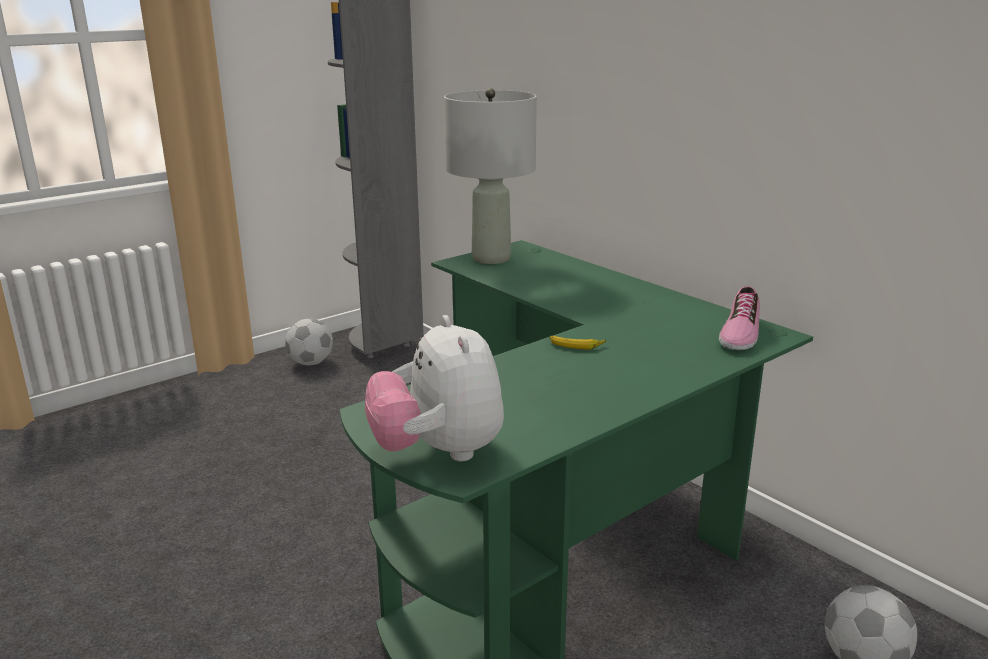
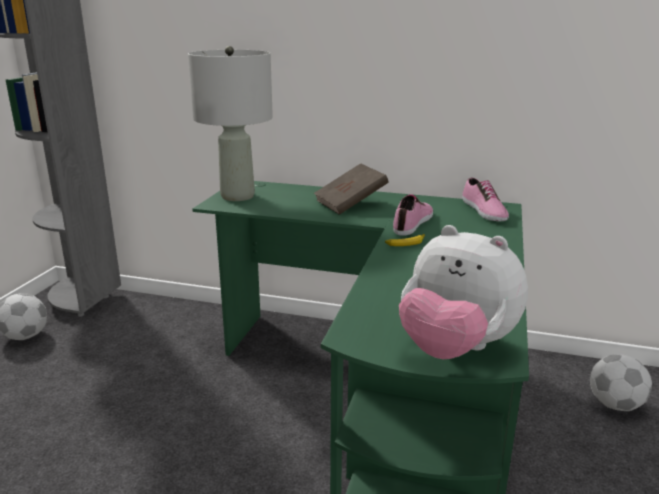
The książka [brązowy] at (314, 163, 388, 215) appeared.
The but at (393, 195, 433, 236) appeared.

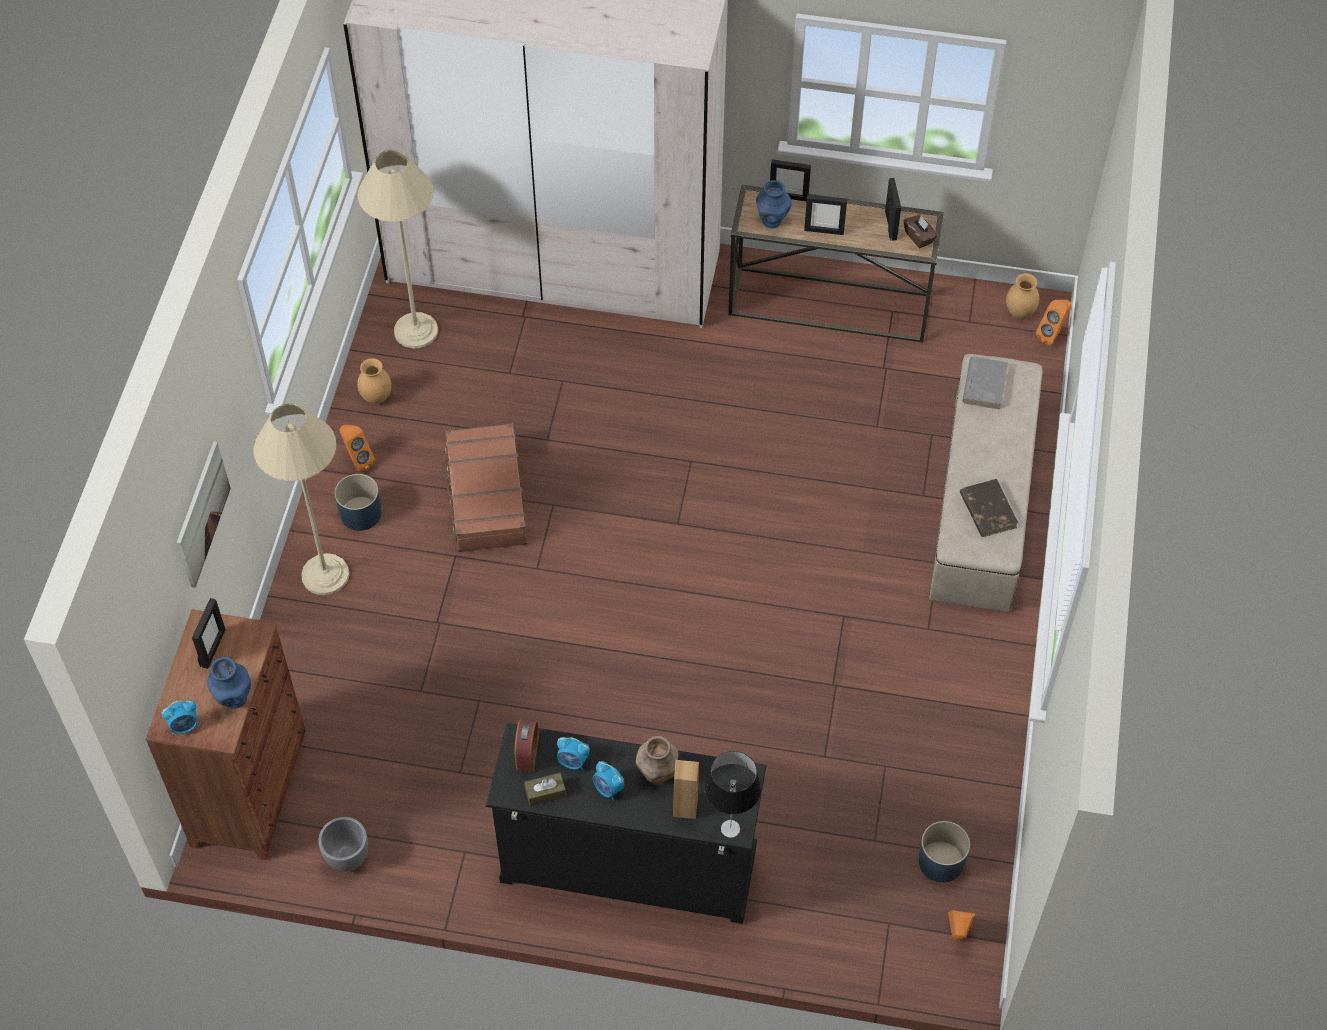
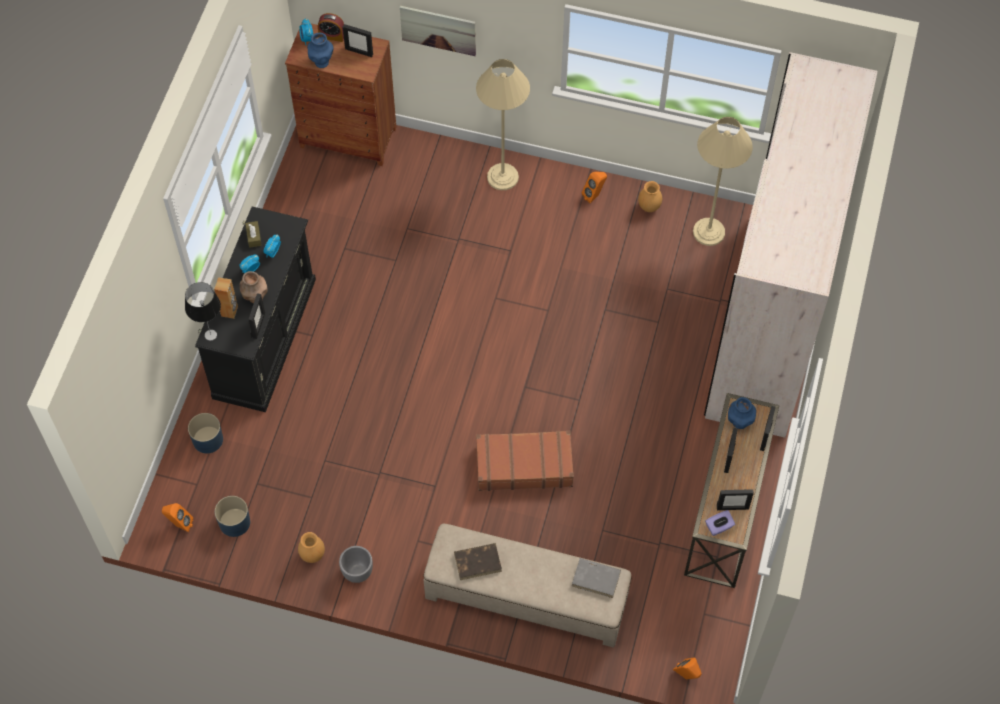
The donica [niebieski] moved from (334, 474, 382, 531) to (188, 413, 223, 454).
The ramka na zdjęcie at (248, 293, 265, 339) appeared.
The wazon [brązowy] moved from (1006, 273, 1039, 319) to (298, 532, 325, 563).
The budzik moved from (514, 719, 539, 772) to (318, 13, 344, 42).
The donica [szary] moved from (318, 817, 368, 871) to (339, 546, 373, 583).
The walizka [brązowy] moved from (443, 423, 527, 552) to (476, 431, 574, 491).
The pudełko chusteczek [brązowy] at (904, 215, 937, 248) became the pudełko chusteczek [fioletowy] at (705, 510, 735, 536).

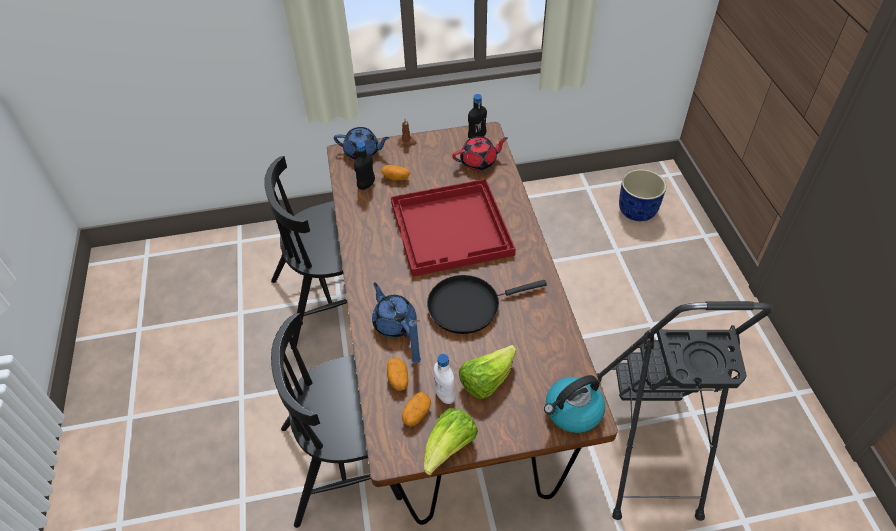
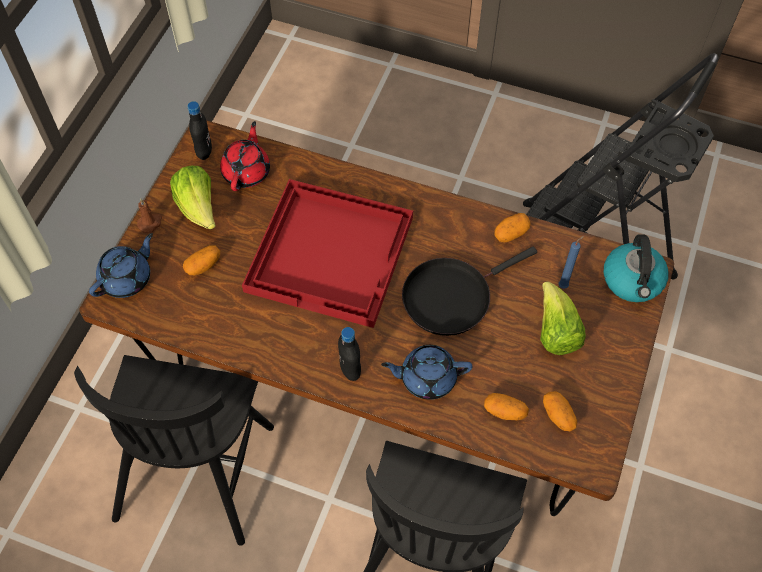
The sałata moved from (424, 408, 478, 475) to (170, 166, 216, 229).
The butelka [czarny] moved from (354, 142, 375, 190) to (338, 327, 361, 381).
The patelnia [czarny] at (427, 275, 547, 334) turned 45 degrees clockwise.
The ziemniak at (494, 213, 531, 242) appeared.
The świeca [niebieski] moved from (409, 320, 421, 364) to (559, 235, 585, 289).
The butelka [biały] at (434, 354, 455, 404) disappeared.
The donica [niebieski] at (619, 169, 666, 221) disappeared.

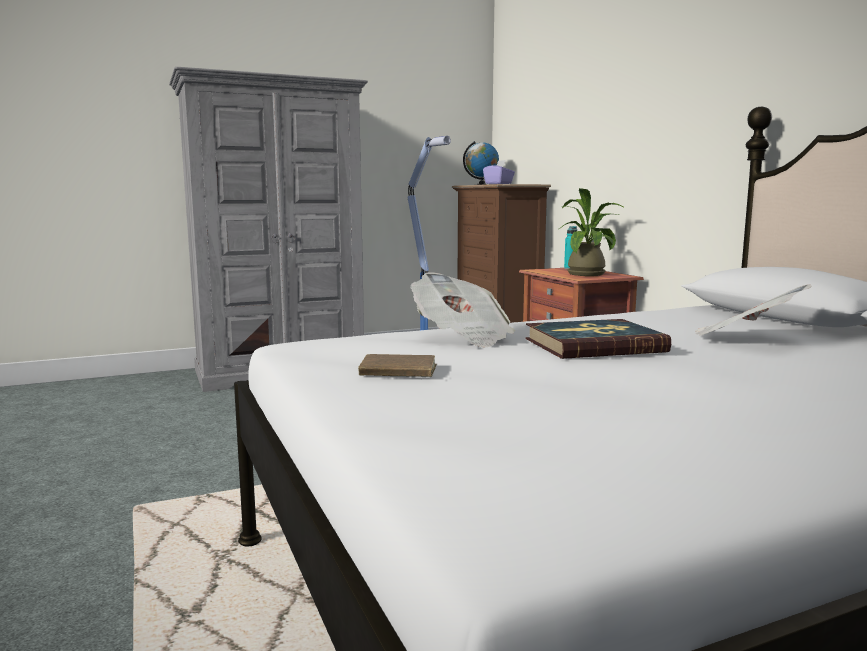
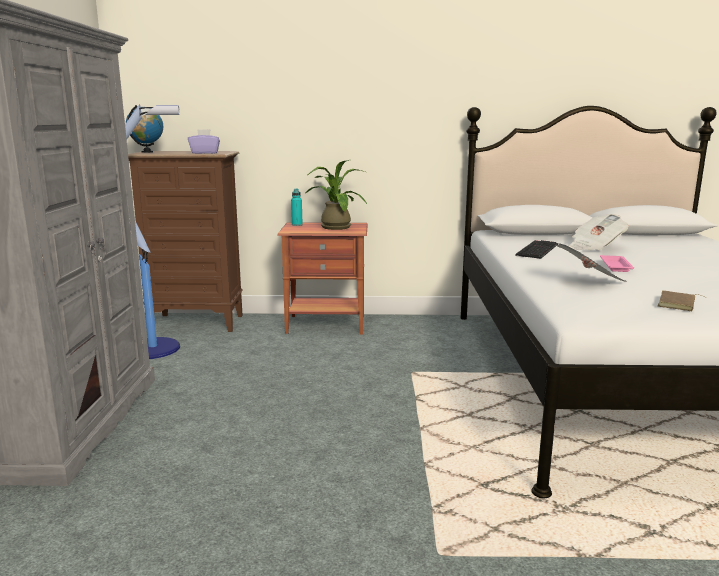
The klawiatura at (516, 240, 558, 259) appeared.
The książka at (526, 319, 671, 359) was replaced by the taca [różowy] at (600, 255, 634, 272).

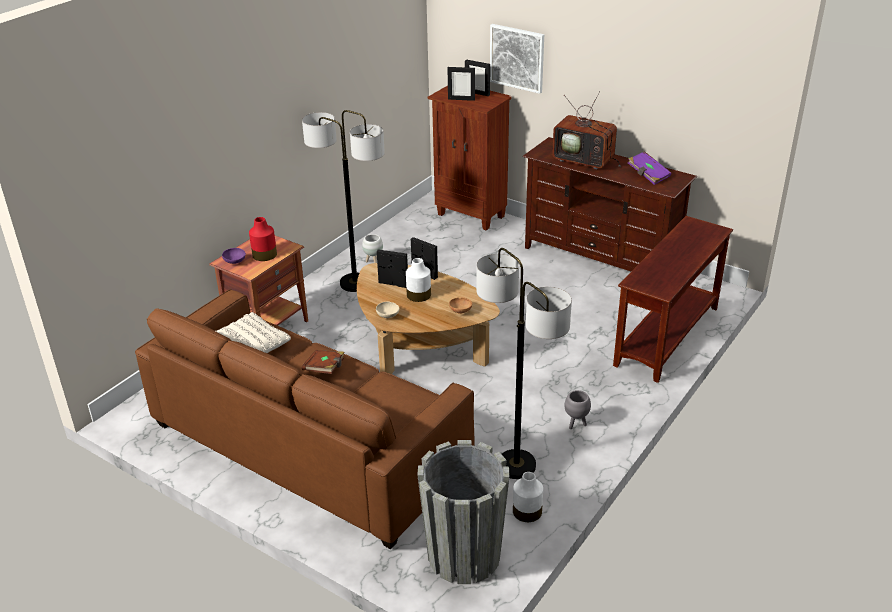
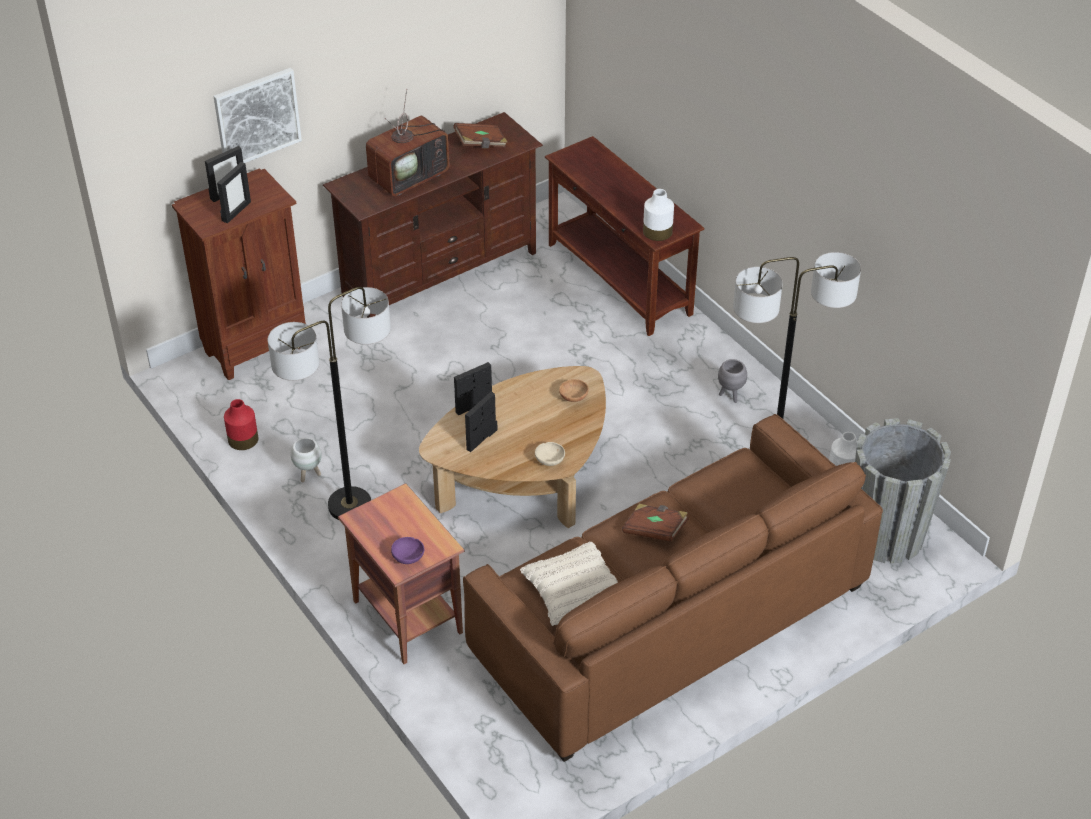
The wazon [czerwony] moved from (249, 217, 277, 261) to (224, 399, 259, 450).
The książka [fioletowy] at (627, 151, 672, 185) became the książka [brązowy] at (453, 123, 507, 148).
The wazon [biały] moved from (406, 258, 431, 302) to (643, 189, 674, 241).

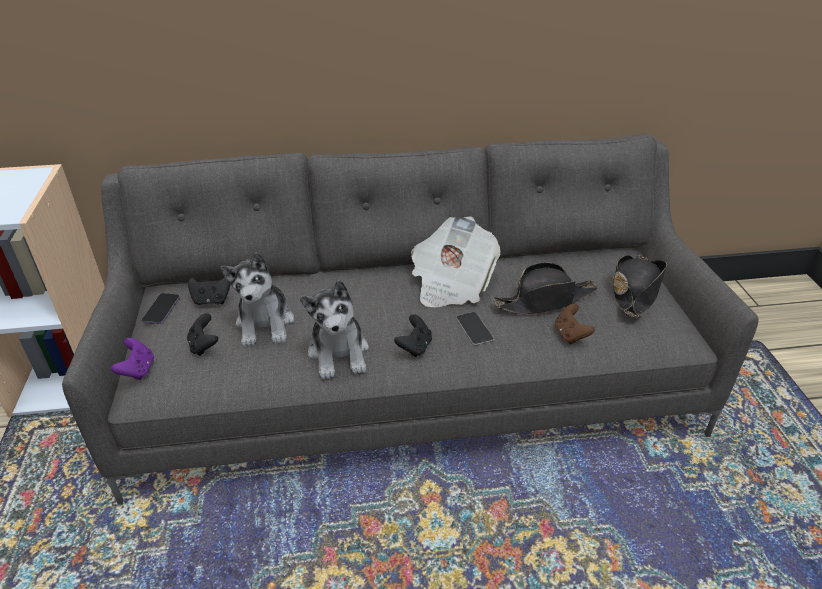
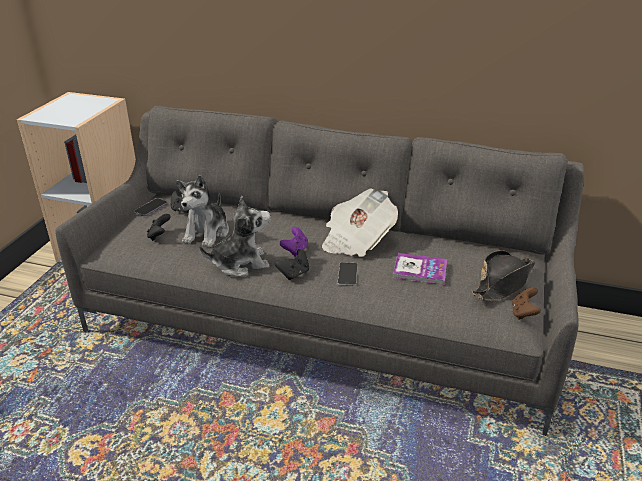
The pluszak at (300, 280, 369, 379) turned 120 degrees counterclockwise.
The pad do gier [fioletowy] moved from (111, 338, 154, 380) to (279, 227, 308, 257).
The kapelusz [czarny] at (493, 262, 597, 315) was replaced by the książka at (393, 253, 447, 285).
The pad do gier [brązowy] moved from (555, 304, 595, 345) to (512, 287, 541, 320).

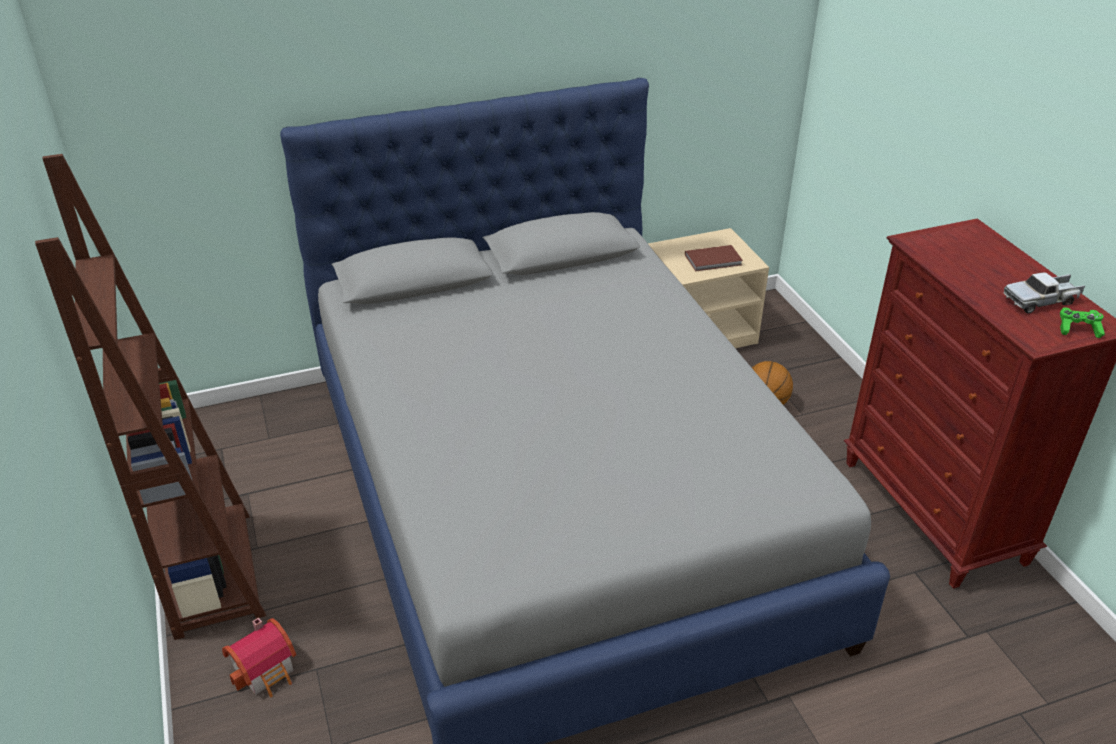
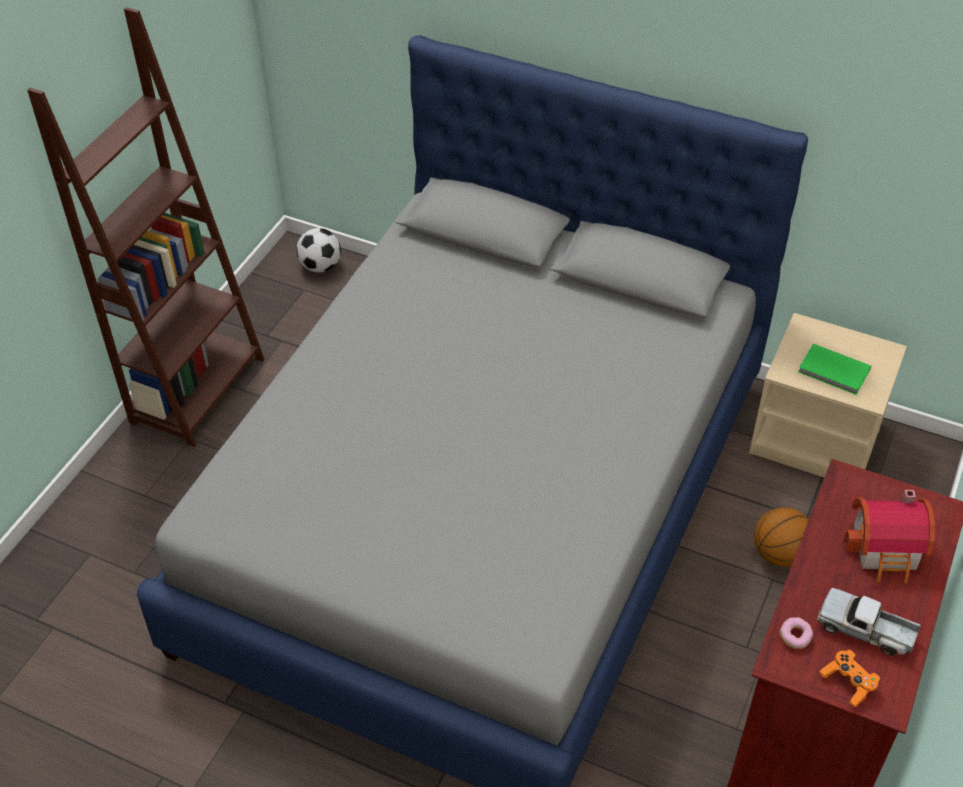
The piłka futbolowa at (296, 228, 341, 273) appeared.
The donut at (780, 617, 813, 649) appeared.
The książka [brązowy] at (685, 245, 743, 272) became the książka [zielony] at (798, 344, 871, 395).
The pad do gier [zielony] at (1060, 307, 1105, 338) became the pad do gier [pomarańczowy] at (819, 650, 881, 707).
The domek moved from (222, 617, 296, 697) to (843, 490, 935, 583).

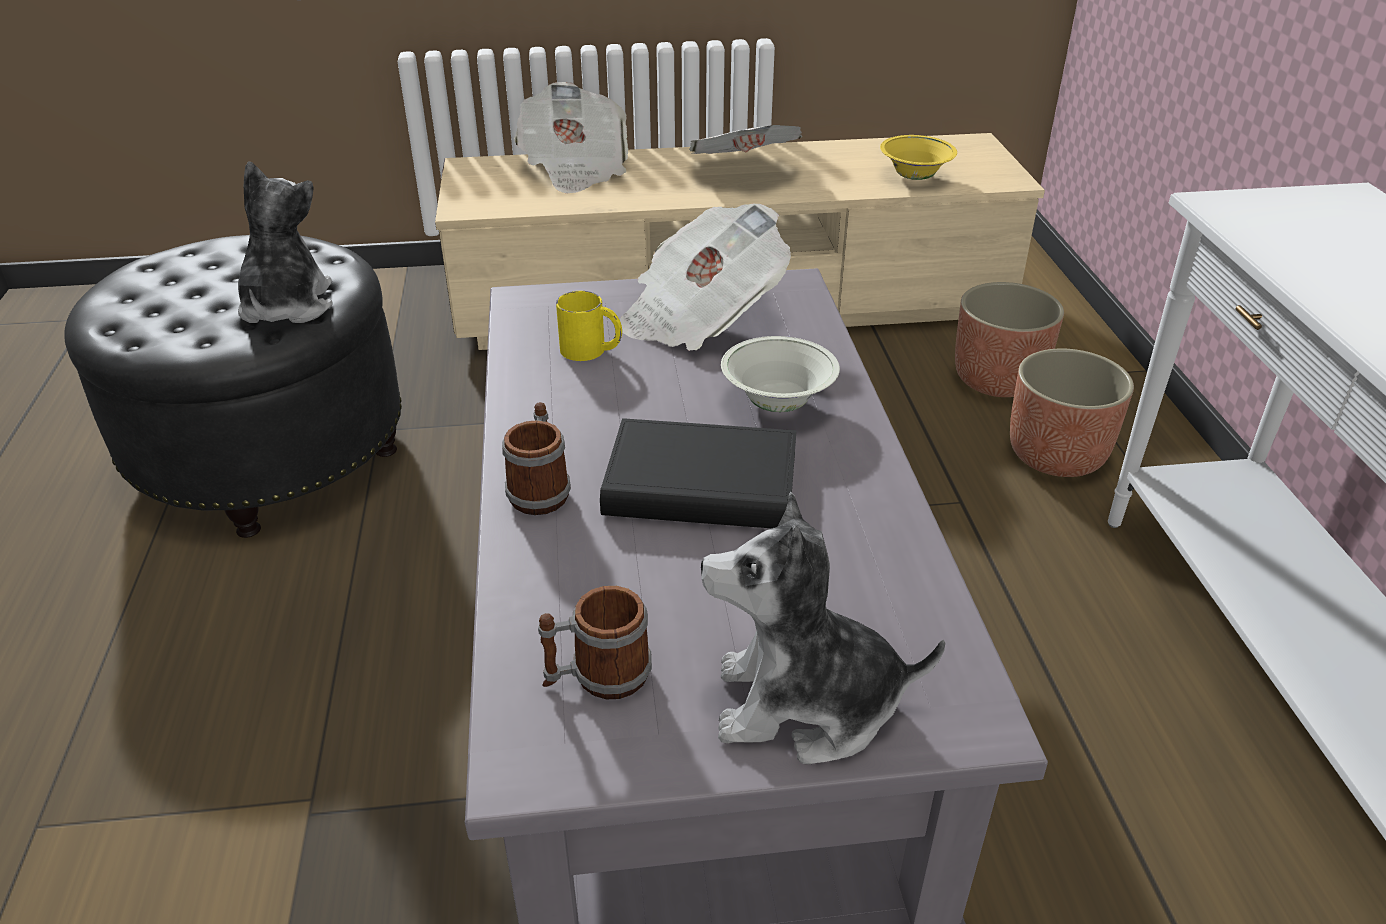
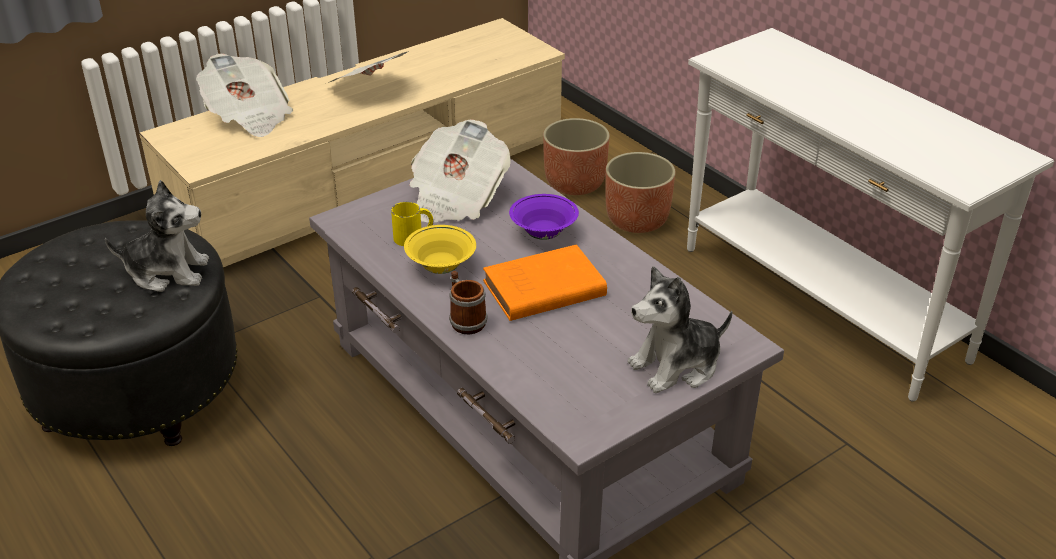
The pluszak at (238, 161, 333, 323) turned 120 degrees clockwise.
The miska [żółty] moved from (880, 135, 957, 180) to (404, 225, 476, 274).
The książka [czarny] at (600, 418, 796, 528) became the książka [pomarańczowy] at (483, 245, 607, 321).
The miska [biały] at (721, 336, 840, 412) became the miska [fioletowy] at (509, 194, 579, 240).
The kubek at (538, 586, 652, 699) disappeared.

